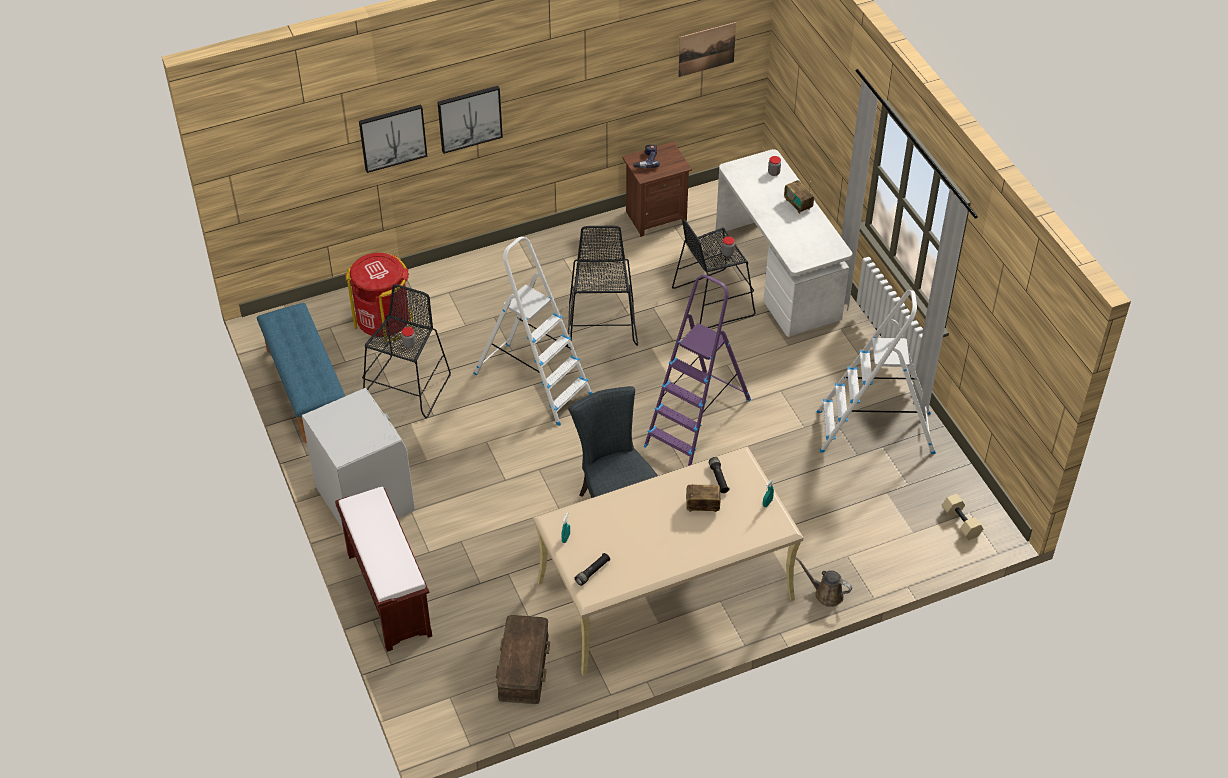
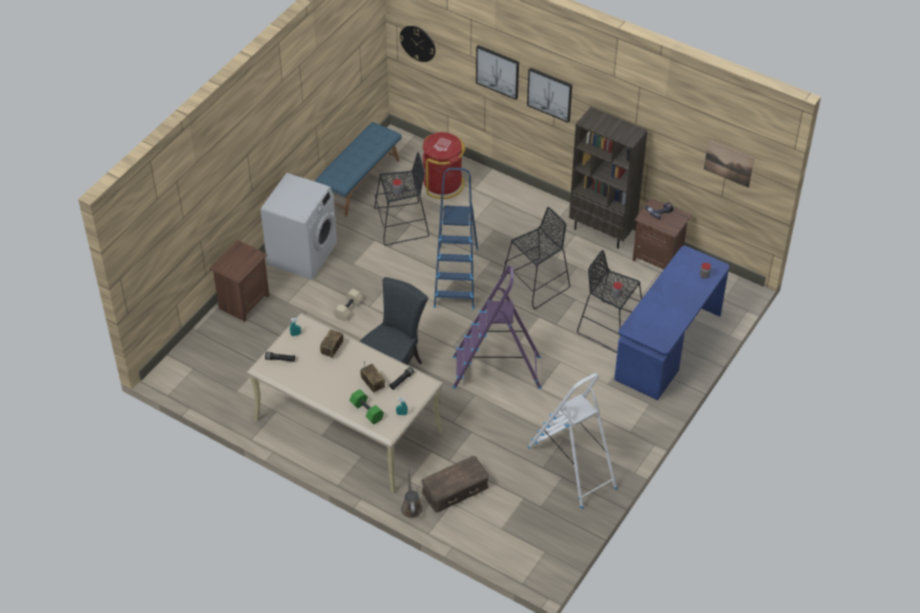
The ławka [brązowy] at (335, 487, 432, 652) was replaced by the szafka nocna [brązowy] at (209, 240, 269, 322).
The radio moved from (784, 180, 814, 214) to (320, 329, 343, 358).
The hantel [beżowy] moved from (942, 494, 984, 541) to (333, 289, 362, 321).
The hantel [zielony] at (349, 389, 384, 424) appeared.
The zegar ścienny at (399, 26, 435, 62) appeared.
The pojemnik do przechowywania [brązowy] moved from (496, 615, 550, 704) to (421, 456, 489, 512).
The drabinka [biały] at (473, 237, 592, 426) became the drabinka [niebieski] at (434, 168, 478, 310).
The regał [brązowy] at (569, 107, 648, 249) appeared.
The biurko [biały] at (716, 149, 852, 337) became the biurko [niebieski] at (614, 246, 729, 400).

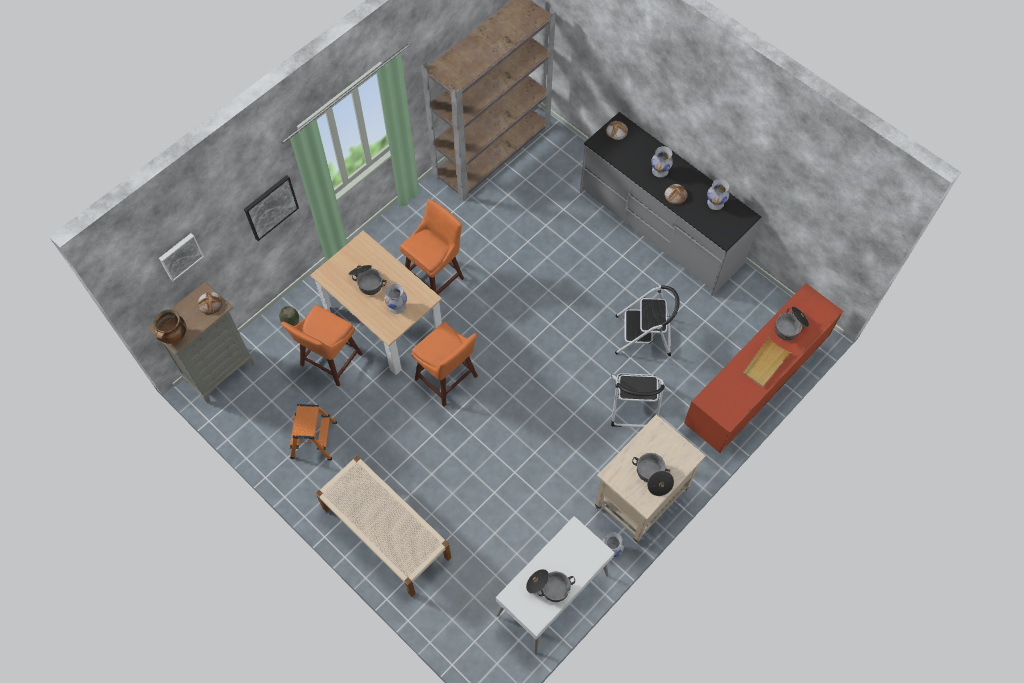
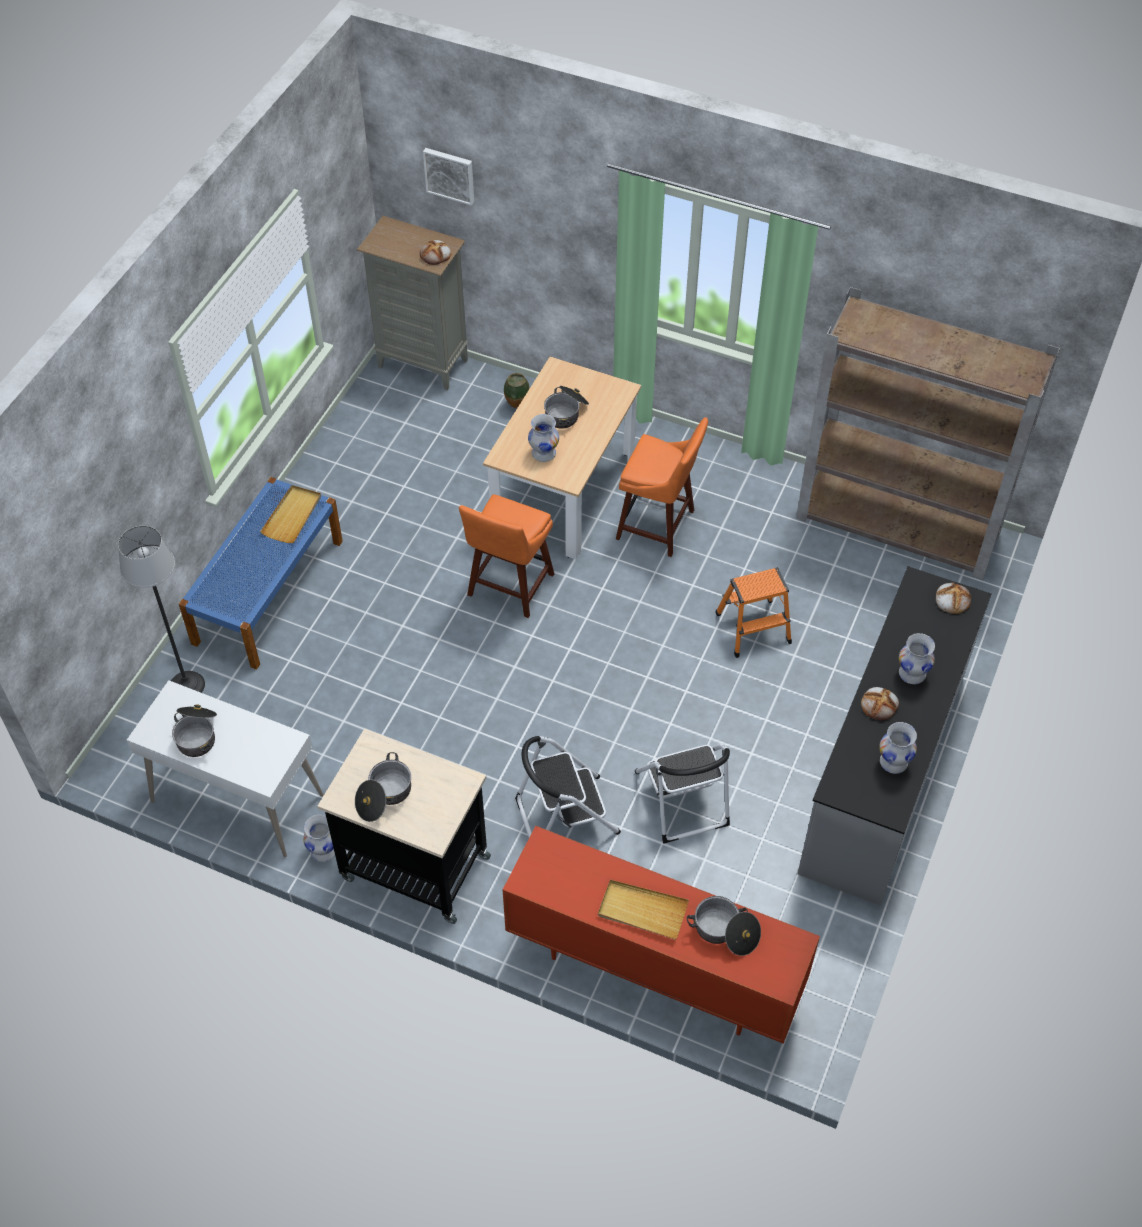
The lampa stojąca at (118, 526, 205, 693) appeared.
The ławka [beżowy] at (316, 456, 452, 597) became the ławka [niebieski] at (179, 477, 343, 670).
The taca [beżowy] at (260, 485, 321, 543) appeared.
The wózek [beżowy] at (595, 414, 706, 543) became the wózek [czarny] at (318, 728, 491, 924).
The drabinka [pomarańczowy] moved from (290, 404, 337, 460) to (716, 567, 792, 658).
The garnek at (153, 310, 187, 344) disappeared.
The obraz at (244, 175, 299, 241) disappeared.
The krzesło [pomarańczowy] at (281, 305, 362, 387) disappeared.

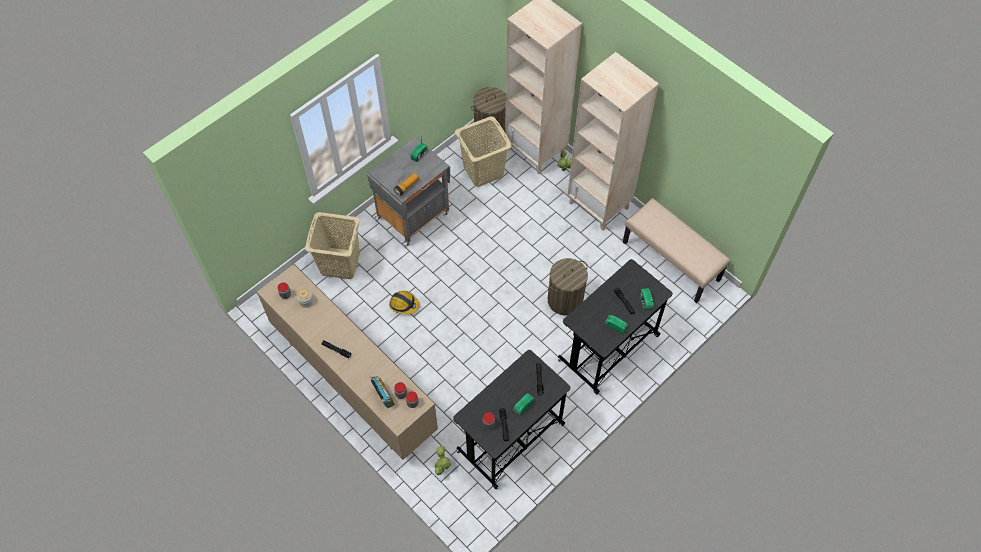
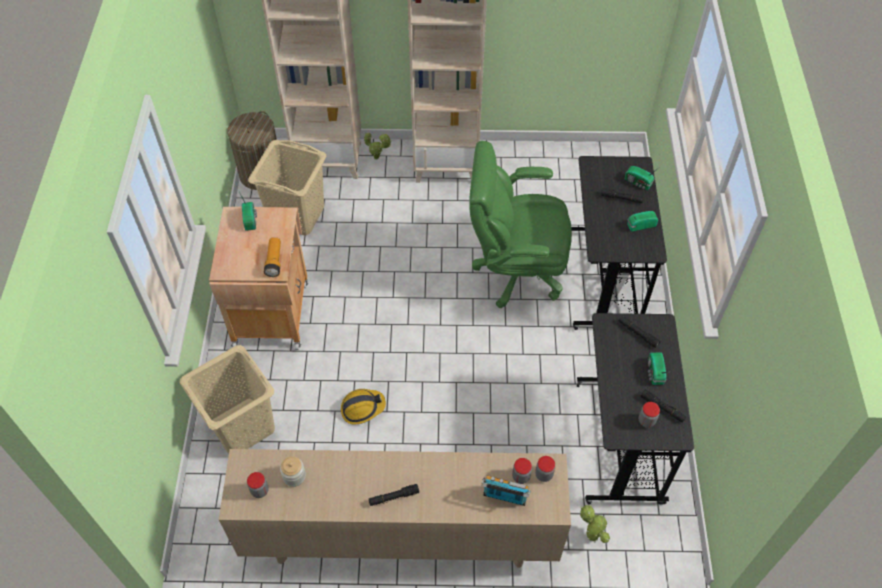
The wózek [szary] at (367, 137, 450, 247) became the wózek [brązowy] at (209, 207, 308, 350).
The kosz na pranie at (548, 258, 588, 316) was replaced by the krzesło biurowe [zielony] at (469, 141, 572, 308).
The ławka [beżowy] at (623, 198, 730, 303) disappeared.

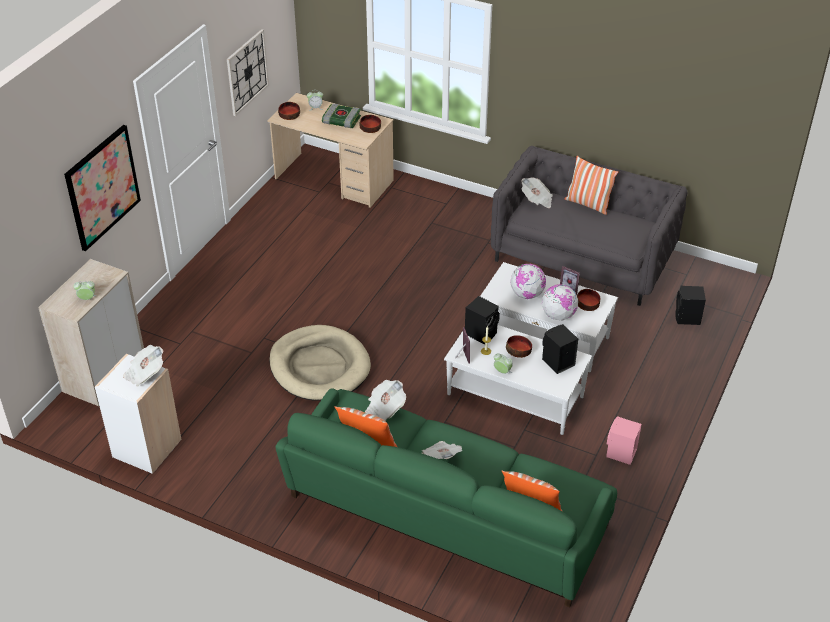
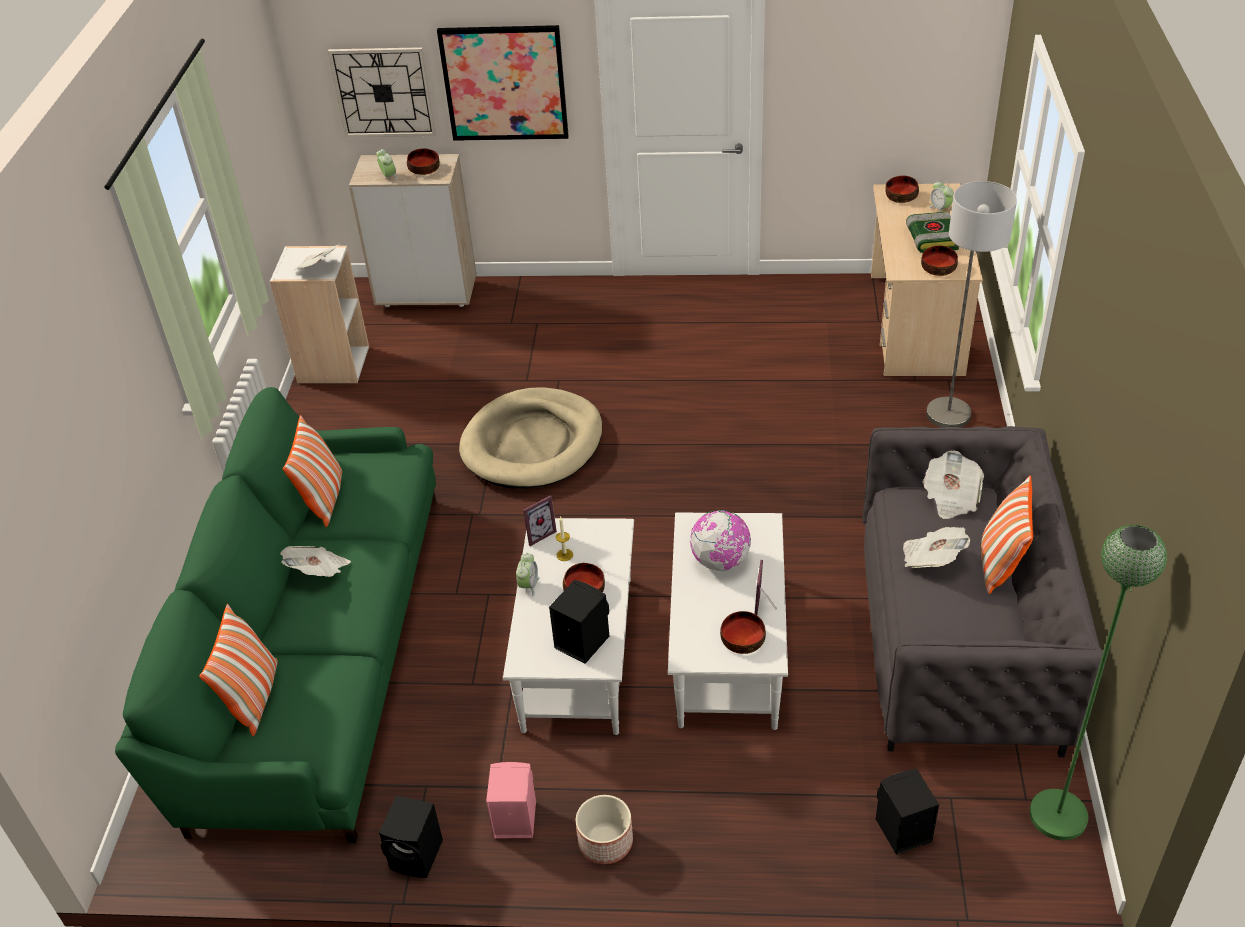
The zegar ścienny moved from (227, 29, 269, 116) to (328, 47, 436, 137).
The głośnik [czarny] moved from (465, 296, 500, 344) to (379, 795, 443, 878).
The miska at (407, 148, 440, 175) appeared.
The donica at (576, 795, 633, 864) appeared.
The gazeta moved from (365, 380, 406, 421) to (903, 527, 970, 568).
The lampa stojąca [szary] at (926, 181, 1017, 428) appeared.
The lampa stojąca [zielony] at (1029, 525, 1167, 840) appeared.
The globus at (542, 284, 578, 320) disappeared.

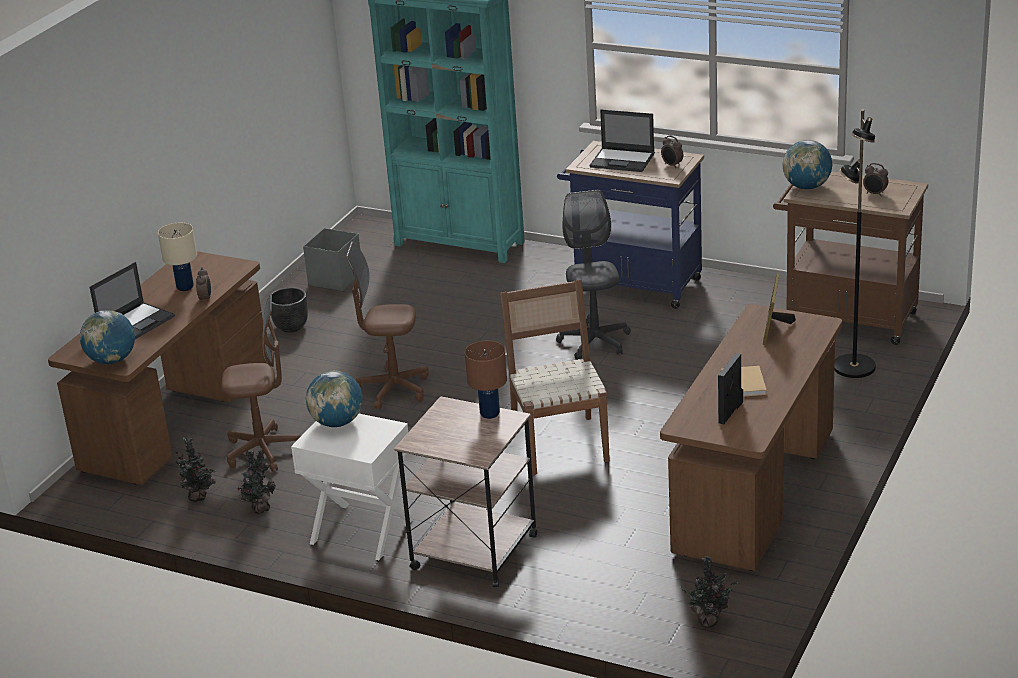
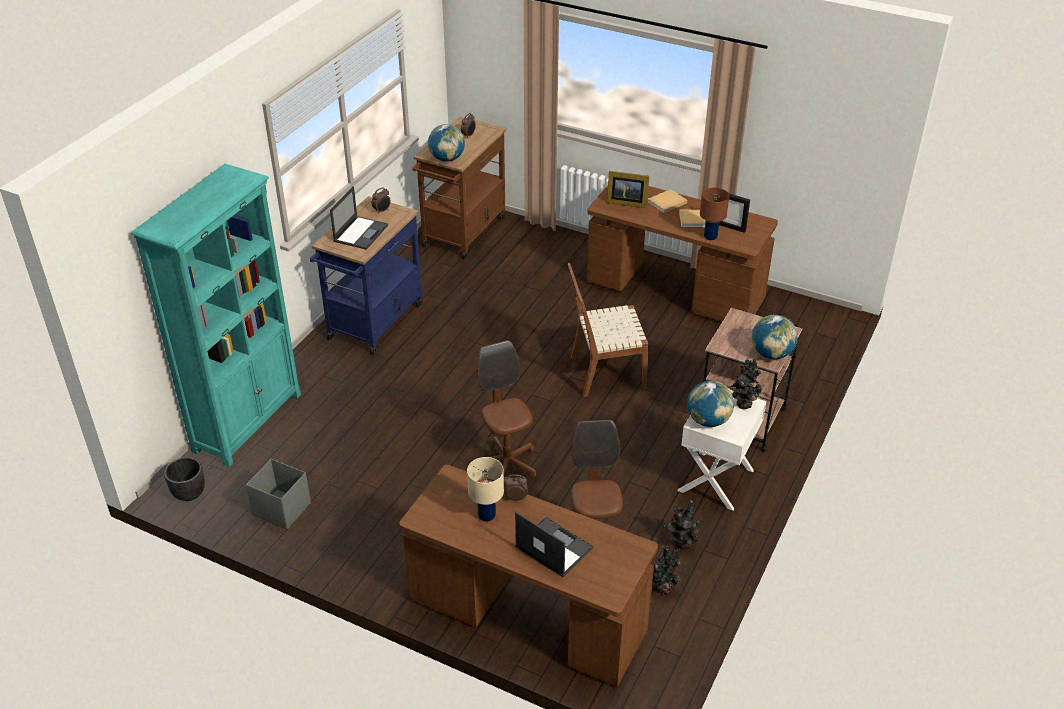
The donica [czarny] moved from (268, 287, 308, 333) to (164, 457, 205, 501).
The krzesło biurowe [brązowy] at (346, 242, 429, 409) turned 150 degrees clockwise.
The książka [beżowy] at (648, 189, 687, 213) appeared.
The lampa stołowa [brązowy] moved from (465, 341, 507, 419) to (700, 188, 729, 240).
The roślina doniczkowa moved from (681, 556, 738, 628) to (730, 359, 762, 409).
The globus moved from (80, 310, 135, 364) to (752, 315, 798, 359).
The krzesło biurowe [szary] at (556, 190, 631, 360) disappeared.
The lampa stojąca [czarny] at (834, 109, 876, 378) disappeared.

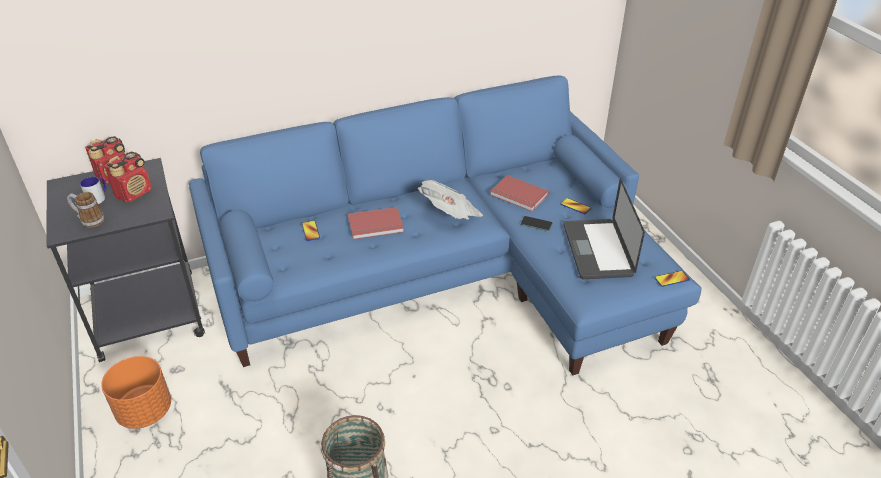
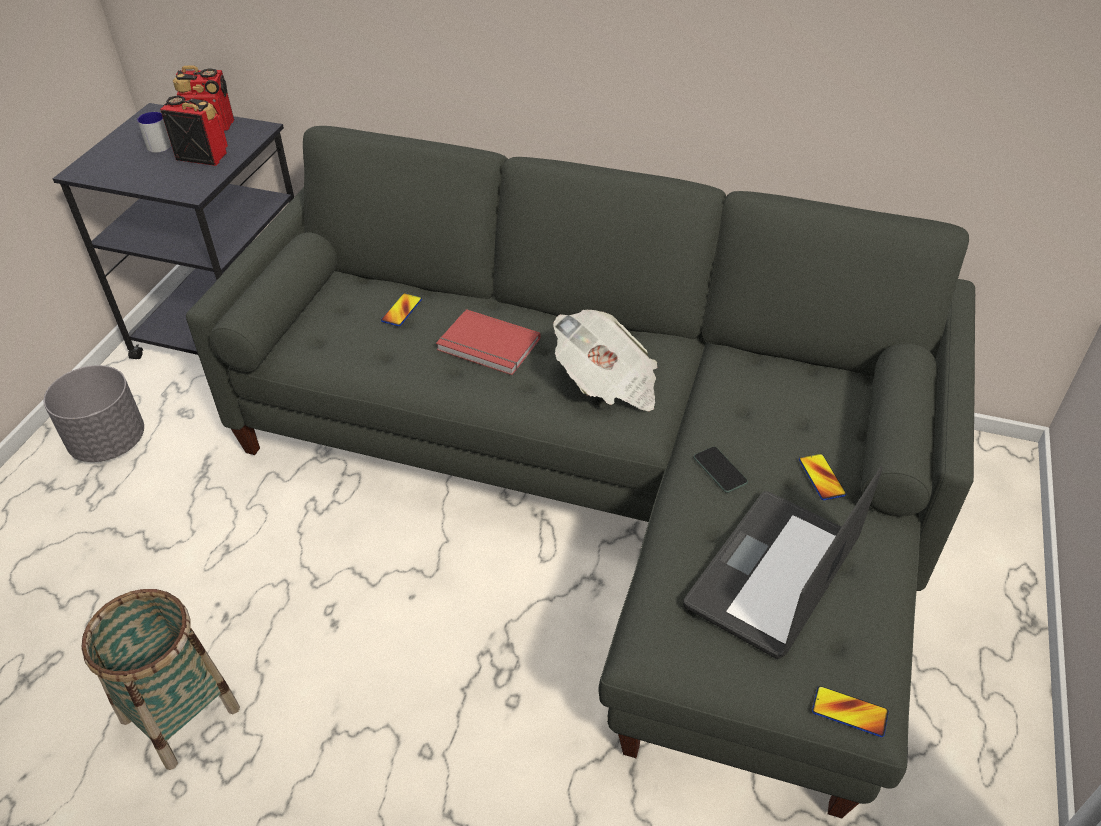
The donica [pomarańczowy] at (101, 356, 171, 429) became the donica [szary] at (44, 365, 144, 462).
The radio at (104, 152, 152, 202) turned 150 degrees counterclockwise.
The kanapa [niebieski] at (189, 76, 701, 376) became the kanapa [szary] at (186, 126, 975, 819).
The kubek at (67, 192, 105, 228) disappeared.
The książka [czerwony] at (490, 175, 549, 212) disappeared.

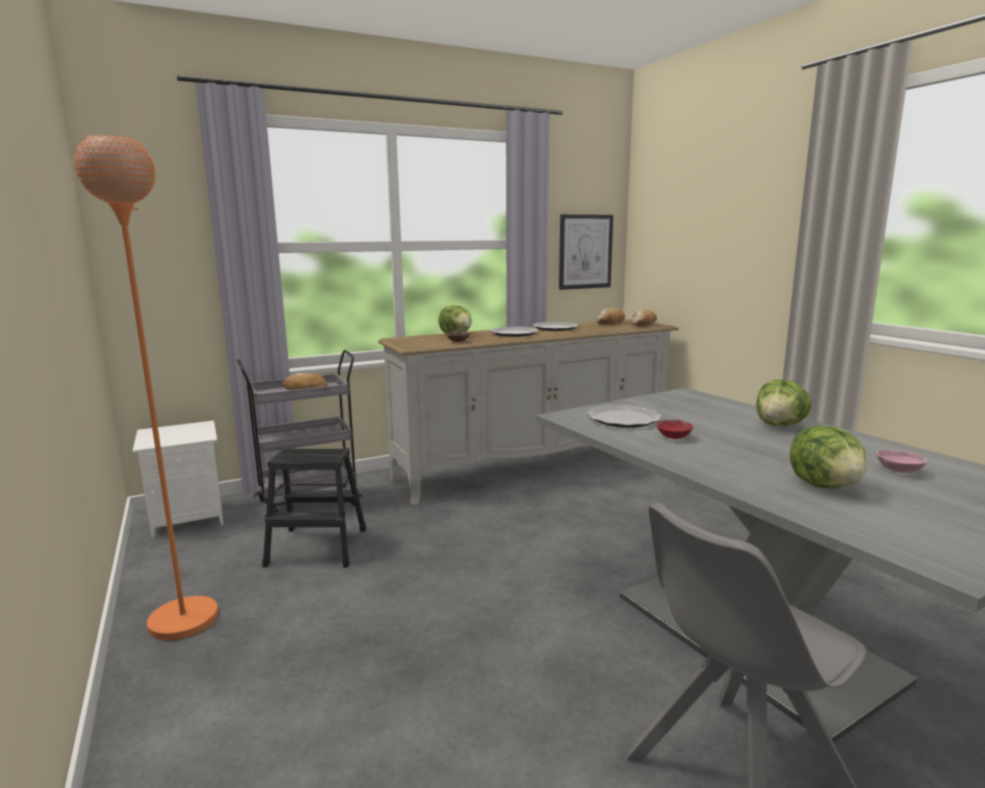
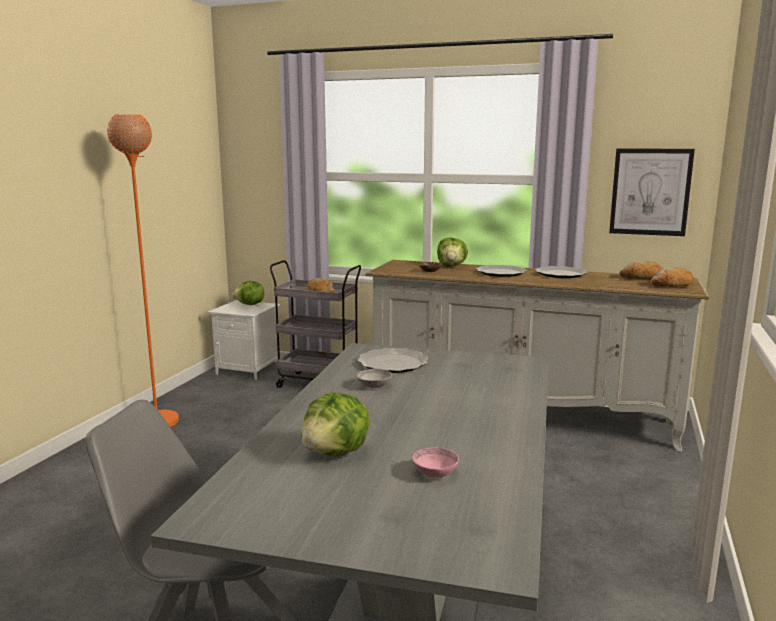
The sałata moved from (756, 380, 811, 426) to (232, 281, 264, 305).
The miska [czerwony] at (657, 420, 693, 439) became the miska [szary] at (357, 369, 392, 388).
The drabinka [czarny] at (262, 448, 367, 568) disappeared.

